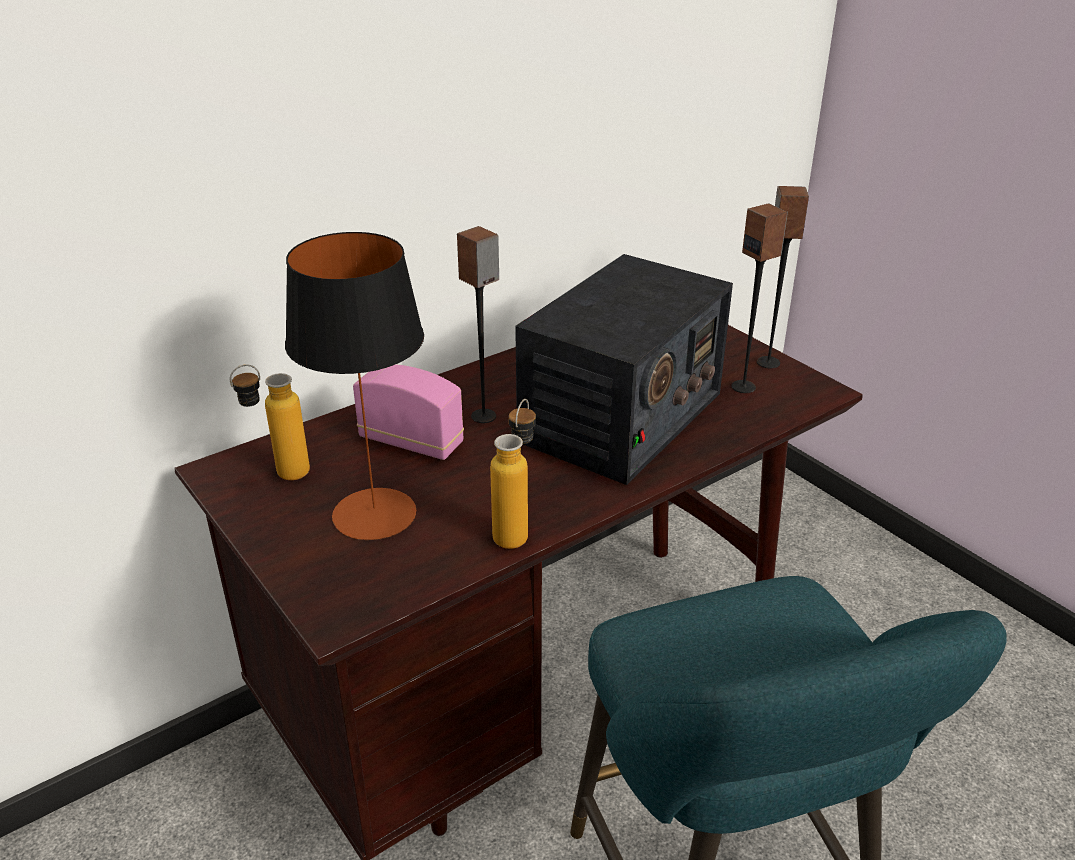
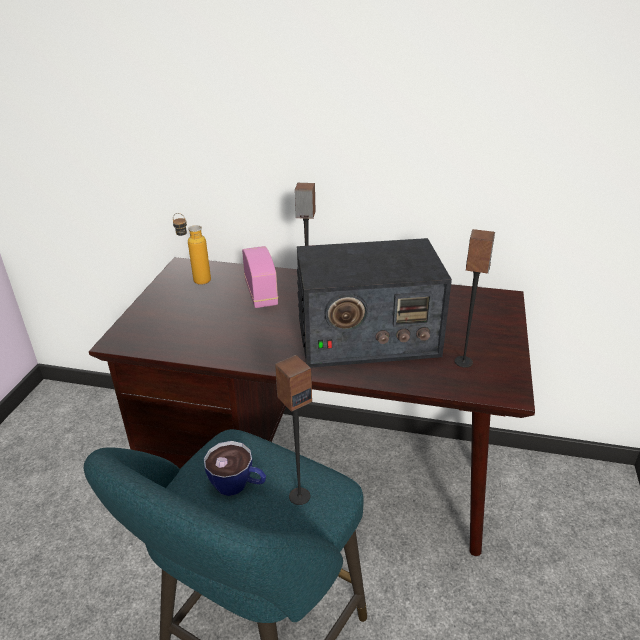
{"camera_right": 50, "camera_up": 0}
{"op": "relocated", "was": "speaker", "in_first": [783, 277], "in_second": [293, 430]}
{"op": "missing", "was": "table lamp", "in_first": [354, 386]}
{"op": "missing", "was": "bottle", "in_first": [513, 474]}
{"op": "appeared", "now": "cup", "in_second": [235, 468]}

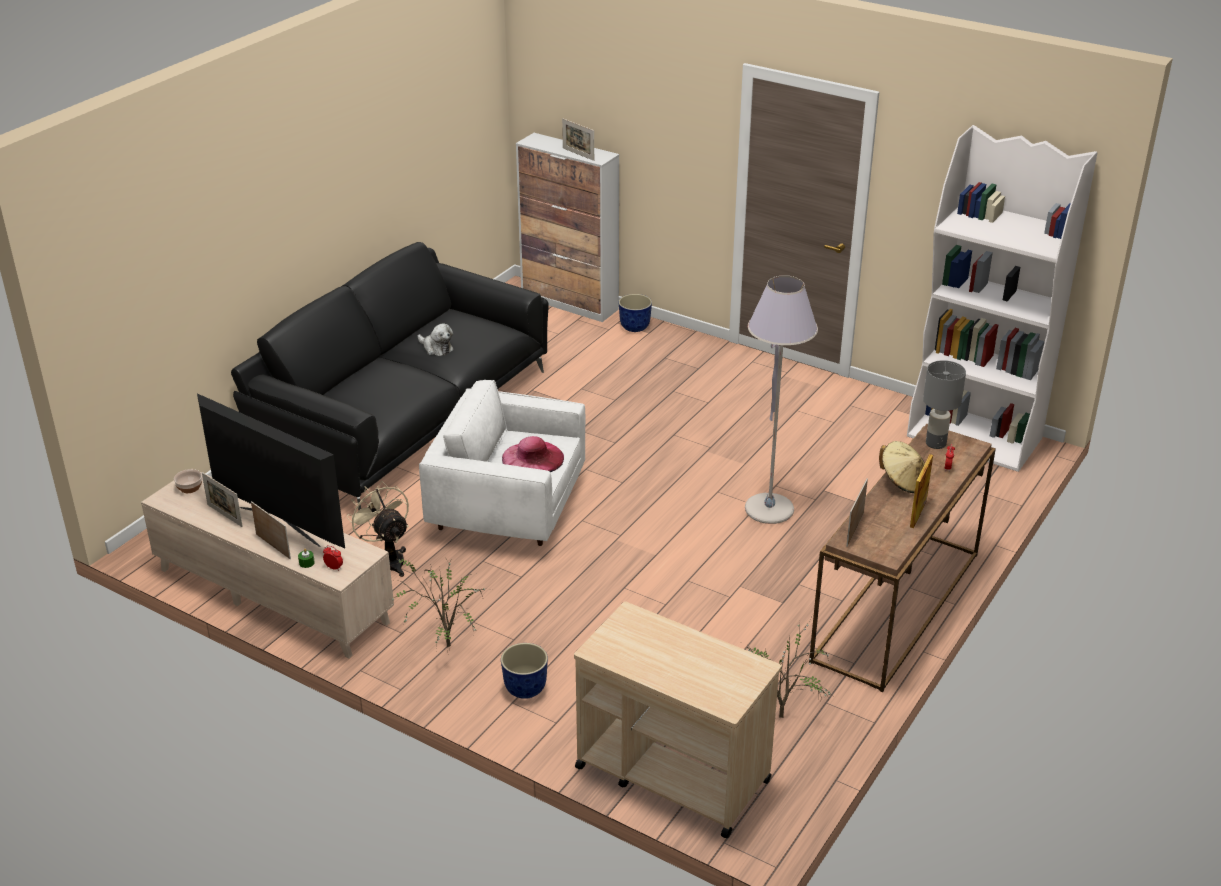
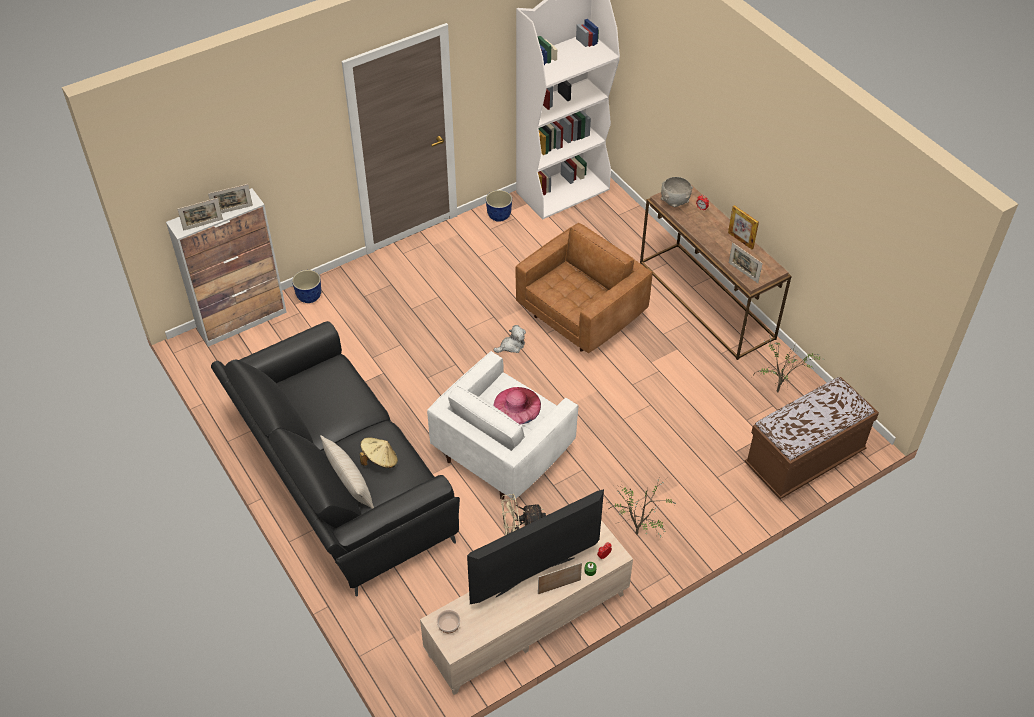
{"camera_right": -65, "camera_up": 15}
{"op": "exchanged", "was": "floor lamp (grey)", "now": "armchair (brown)", "in_first": [781, 399], "in_second": [584, 288]}
{"op": "relocated", "was": "plush toy", "in_first": [435, 339], "in_second": [510, 339]}
{"op": "exchanged", "was": "table lamp (grey)", "now": "bowl (grey)", "in_first": [944, 404], "in_second": [677, 192]}
{"op": "relocated", "was": "hat (beige)", "in_first": [902, 467], "in_second": [379, 452]}
{"op": "relocated", "was": "picture frame", "in_first": [222, 499], "in_second": [200, 214]}
{"op": "exchanged", "was": "cart (beige)", "now": "bench (brown)", "in_first": [678, 719], "in_second": [812, 438]}
{"op": "relocated", "was": "planter", "in_first": [524, 671], "in_second": [499, 206]}
{"op": "appeared", "now": "pillow (beige)", "in_second": [347, 472]}

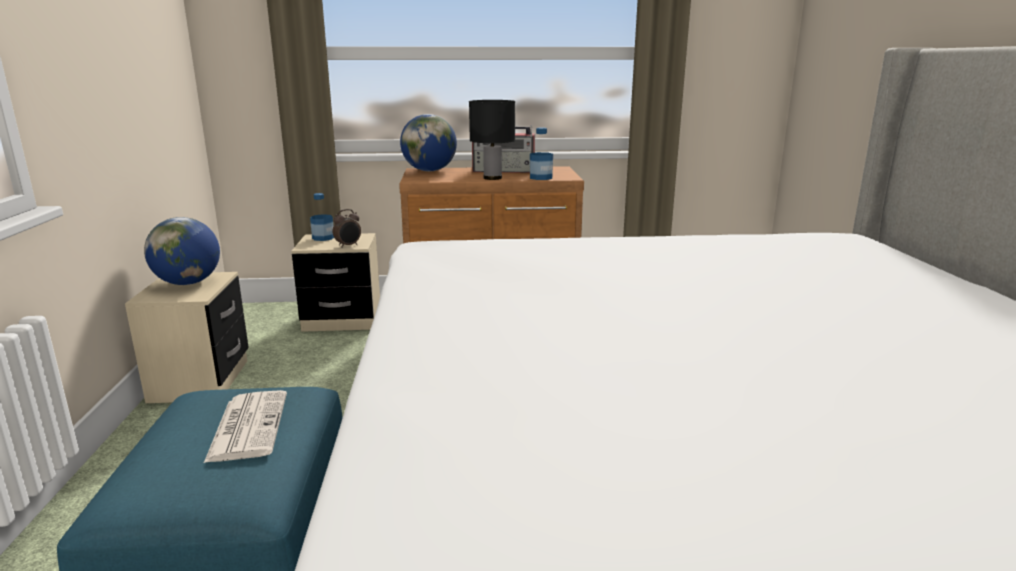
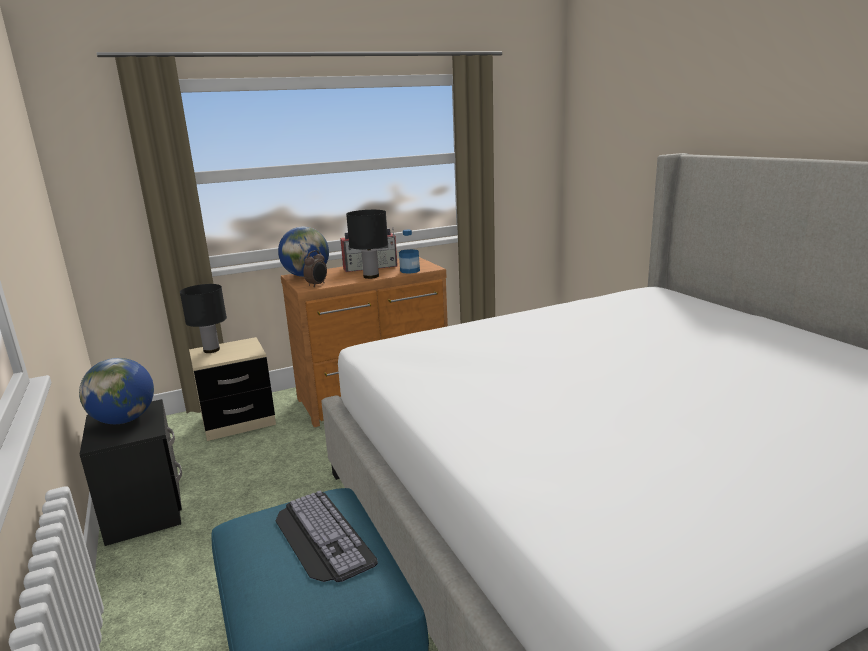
{"camera_right": -20, "camera_up": 0}
{"op": "exchanged", "was": "bottle", "now": "table lamp (black)", "in_first": [322, 217], "in_second": [203, 318]}
{"op": "relocated", "was": "alarm clock", "in_first": [347, 228], "in_second": [315, 268]}
{"op": "colour", "was": "nightstand (beige)", "now": "nightstand (black)", "in_first": [187, 337], "in_second": [131, 472]}
{"op": "exchanged", "was": "newspaper", "now": "keyboard", "in_first": [245, 426], "in_second": [327, 536]}

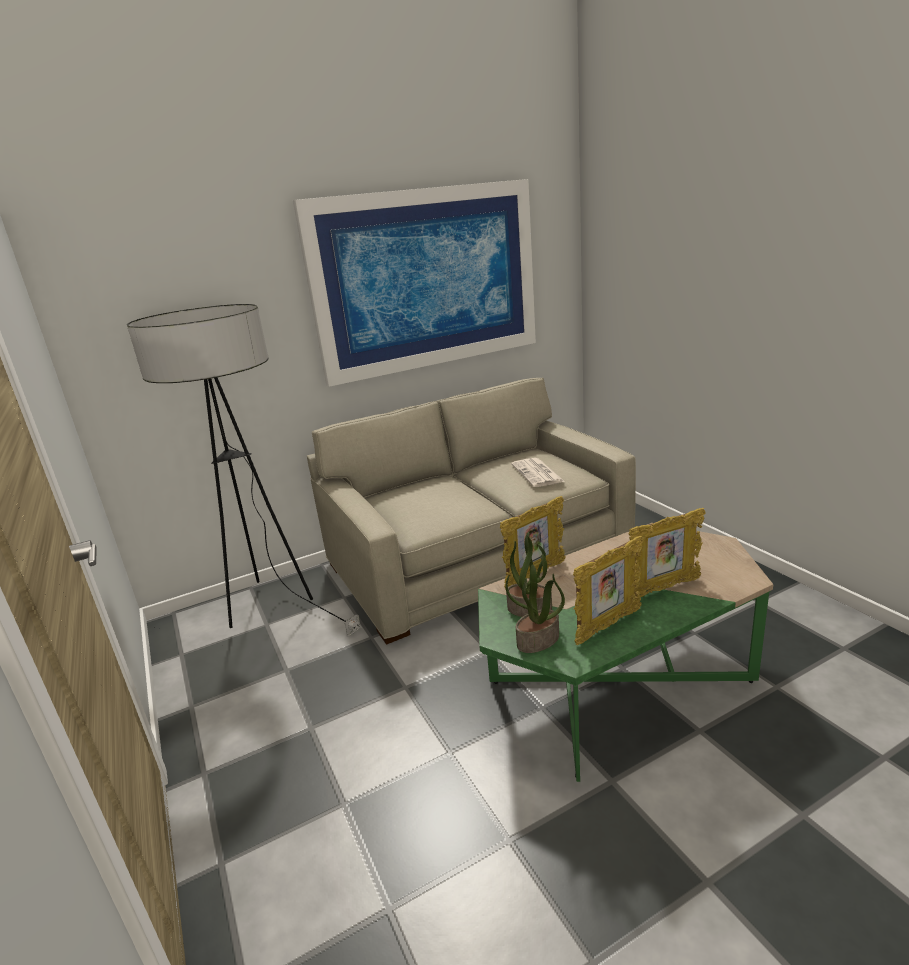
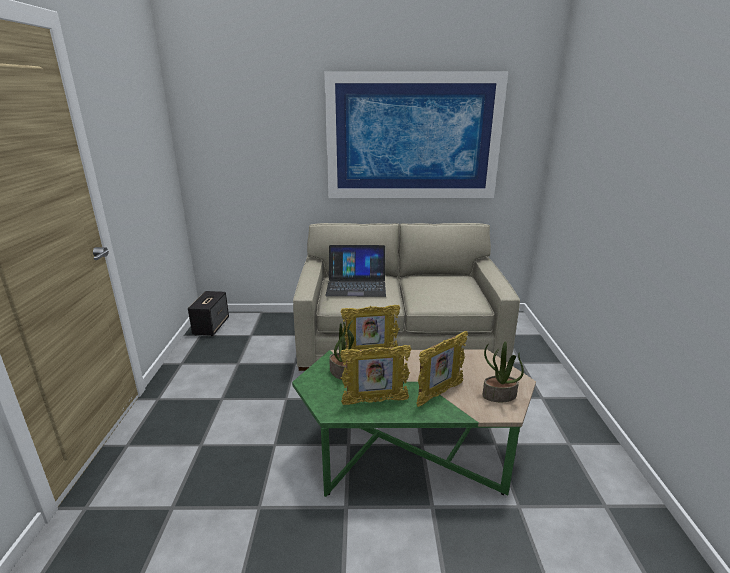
{"camera_right": 25, "camera_up": 0}
{"op": "missing", "was": "floor lamp", "in_first": [244, 470]}
{"op": "missing", "was": "newspaper", "in_first": [538, 472]}
{"op": "spun", "was": "picture frame", "in_first": [667, 553], "in_second": [442, 369], "clockwise": -45}
{"op": "relocated", "was": "potted plant", "in_first": [535, 609], "in_second": [503, 371]}
{"op": "appeared", "now": "laptop", "in_second": [355, 271]}
{"op": "appeared", "now": "speaker", "in_second": [208, 313]}

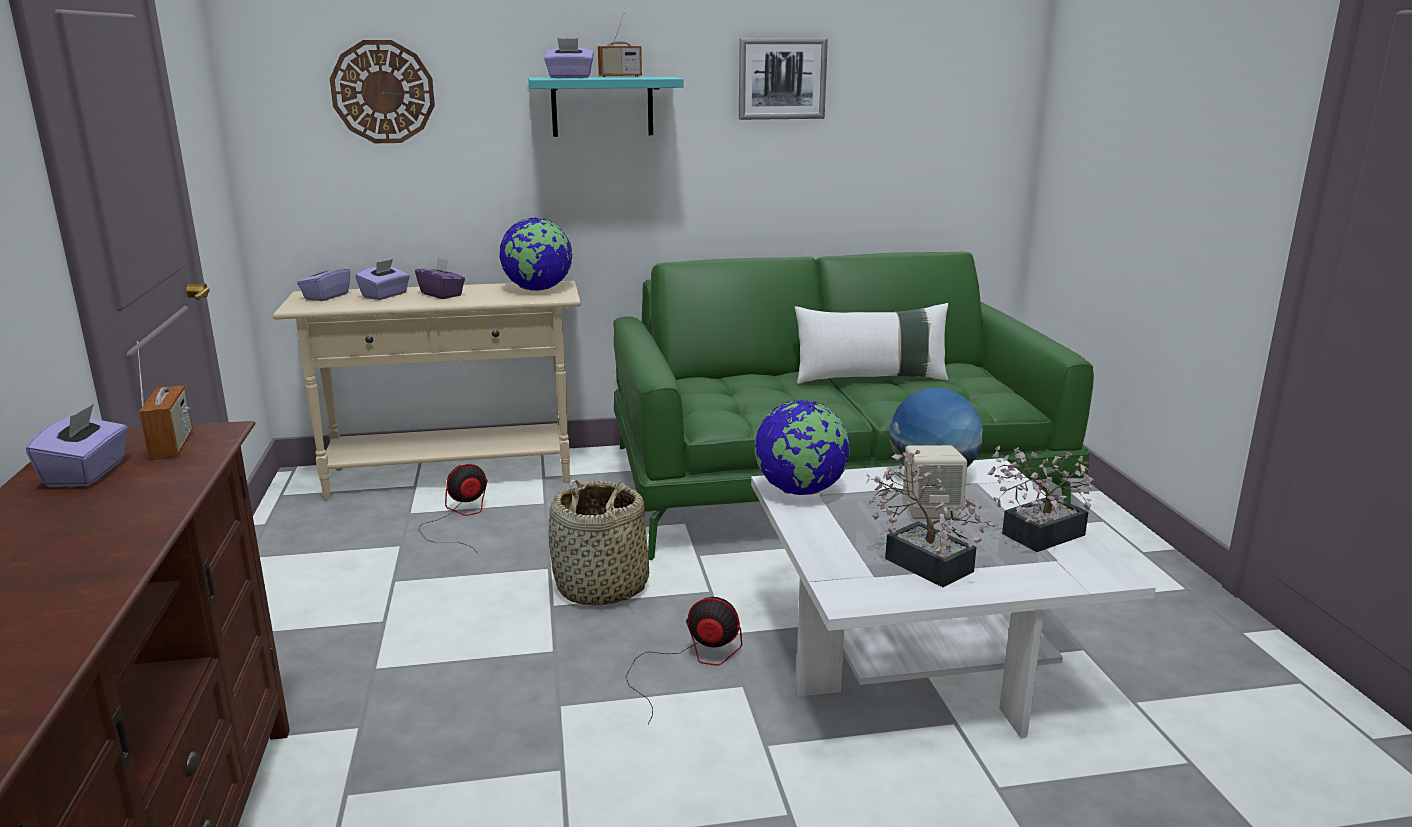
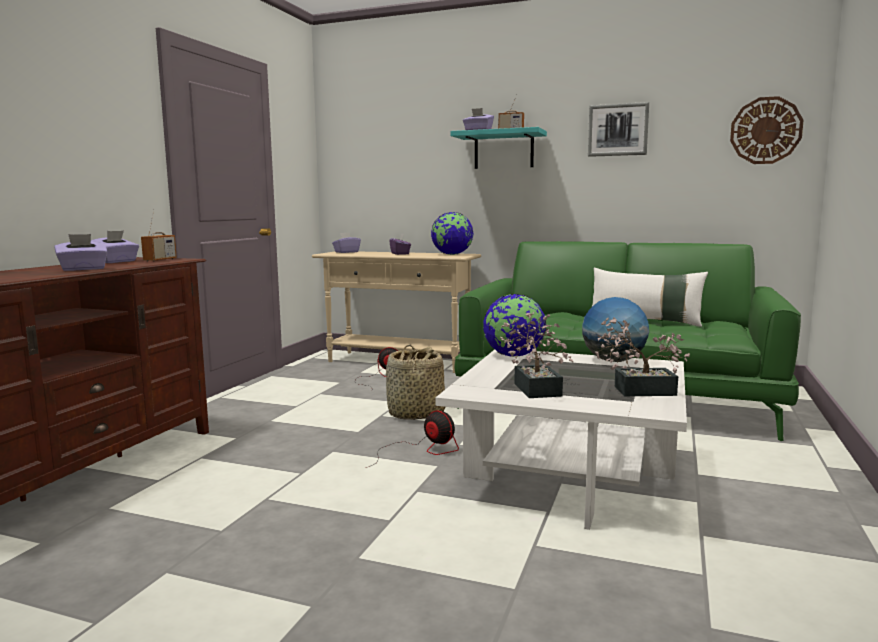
{"camera_right": 30, "camera_up": -10}
{"op": "relocated", "was": "wall clock", "in_first": [382, 91], "in_second": [767, 130]}
{"op": "relocated", "was": "tissue box (purple)", "in_first": [382, 279], "in_second": [81, 252]}
{"op": "missing", "was": "speaker (beige)", "in_first": [935, 482]}

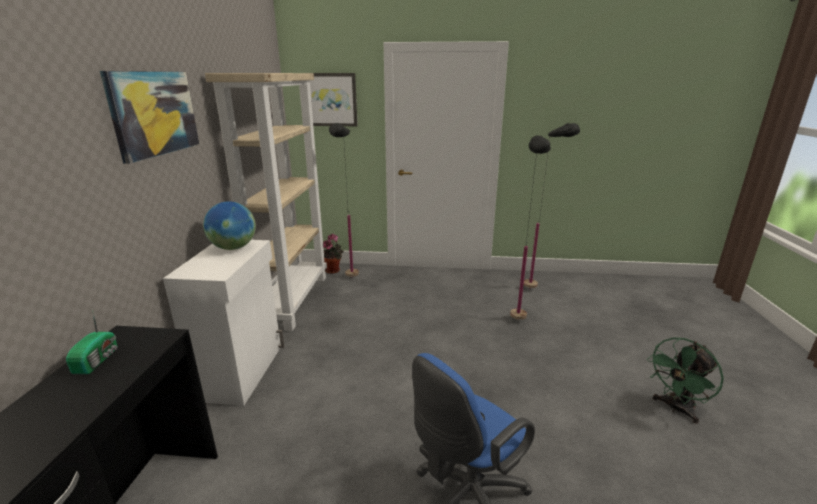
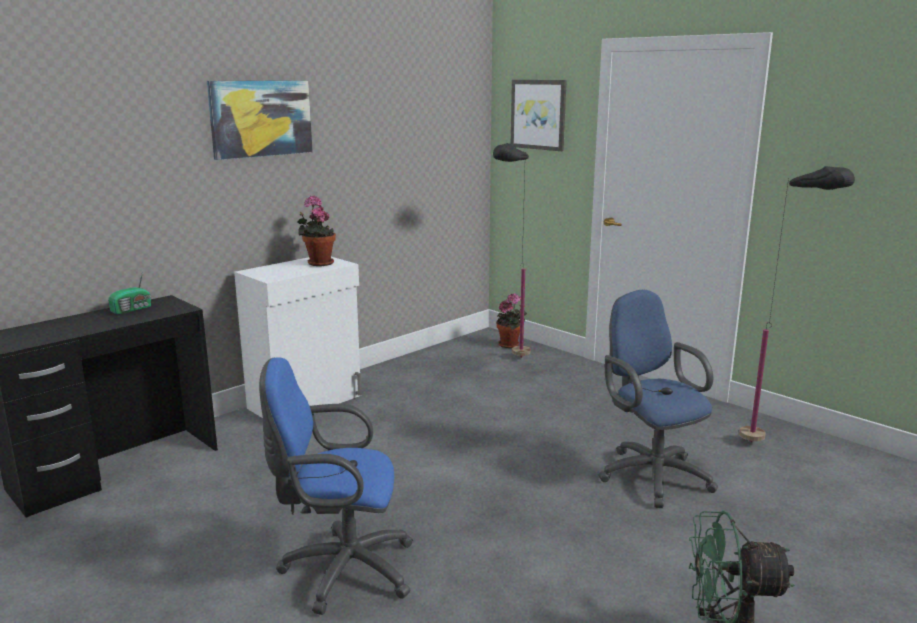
{"camera_right": 40, "camera_up": -5}
{"op": "missing", "was": "bookcase (beige)", "in_first": [266, 202]}
{"op": "exchanged", "was": "floor lamp (black)", "now": "office chair (blue)", "in_first": [530, 227], "in_second": [658, 399]}
{"op": "exchanged", "was": "globe", "now": "potted plant", "in_first": [229, 225], "in_second": [317, 230]}

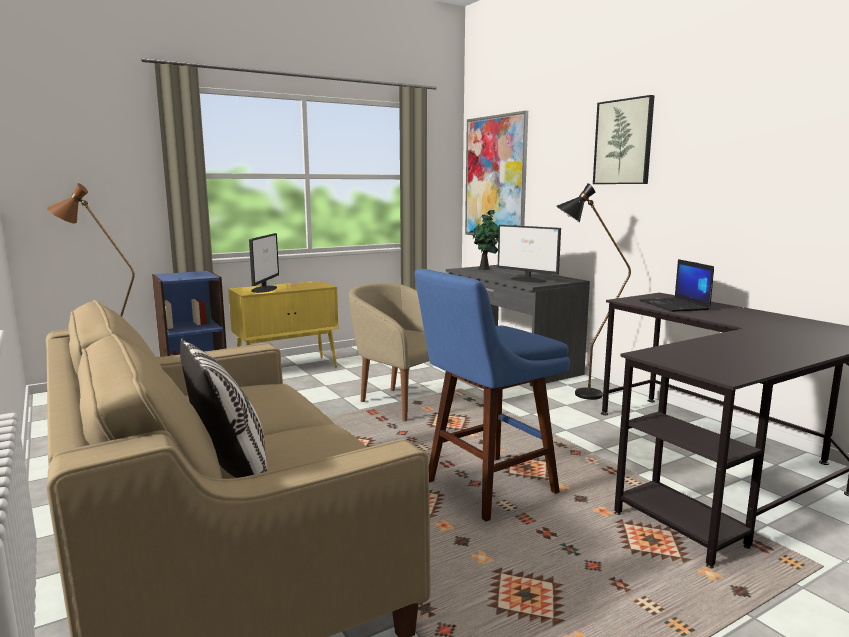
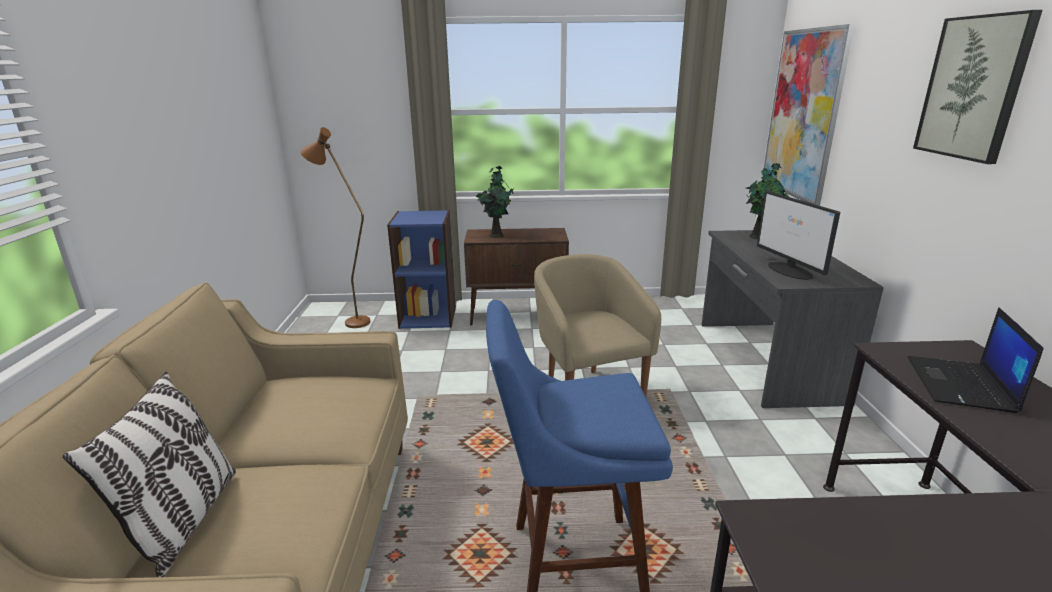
{"camera_right": 30, "camera_up": 10}
{"op": "missing", "was": "floor lamp (black)", "in_first": [593, 291]}
{"op": "exchanged", "was": "monitor", "now": "potted plant", "in_first": [264, 263], "in_second": [494, 202]}
{"op": "colour", "was": "cabinet (yellow)", "now": "cabinet (brown)", "in_first": [283, 324], "in_second": [516, 277]}

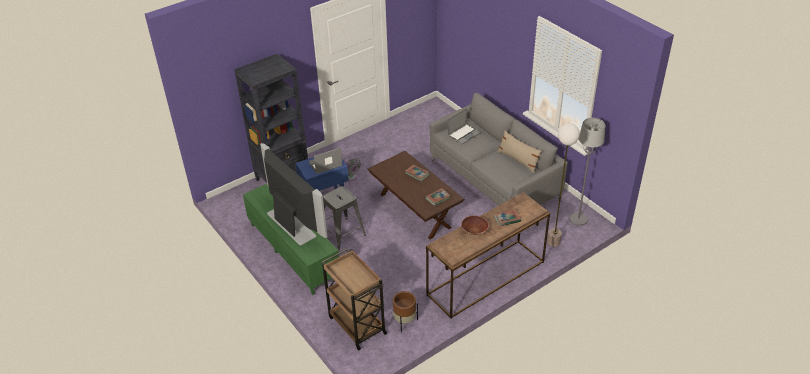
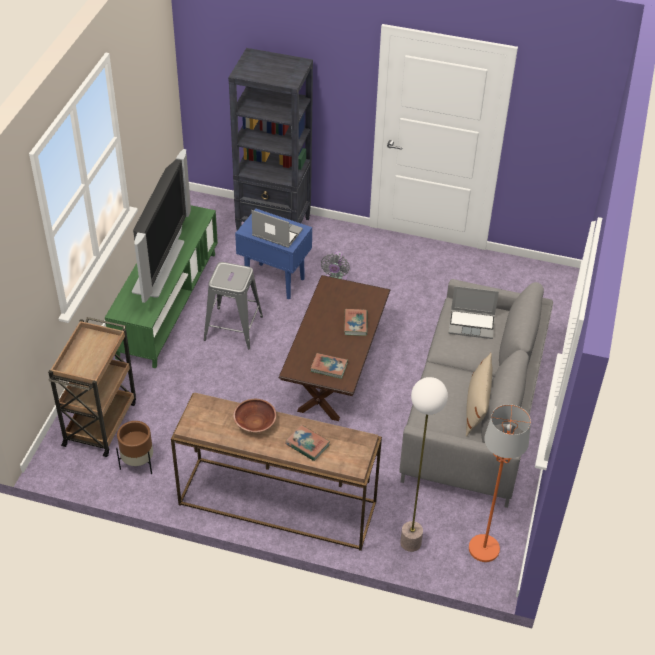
{"camera_right": 50, "camera_up": 5}
{"op": "colour", "was": "floor lamp (grey)", "now": "floor lamp (orange)", "in_first": [587, 172], "in_second": [500, 483]}

